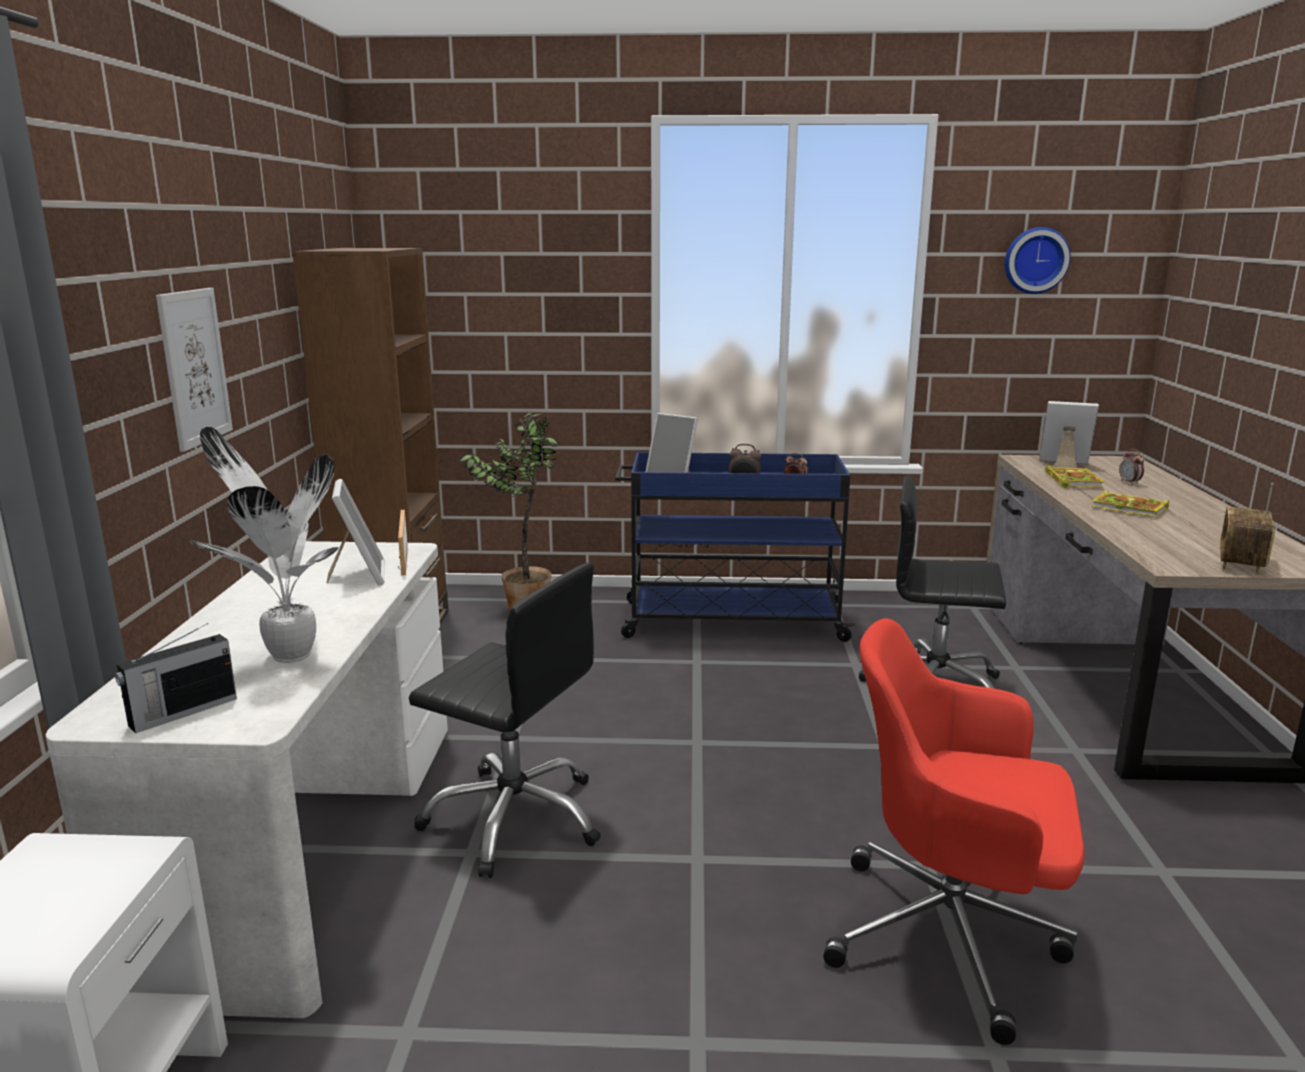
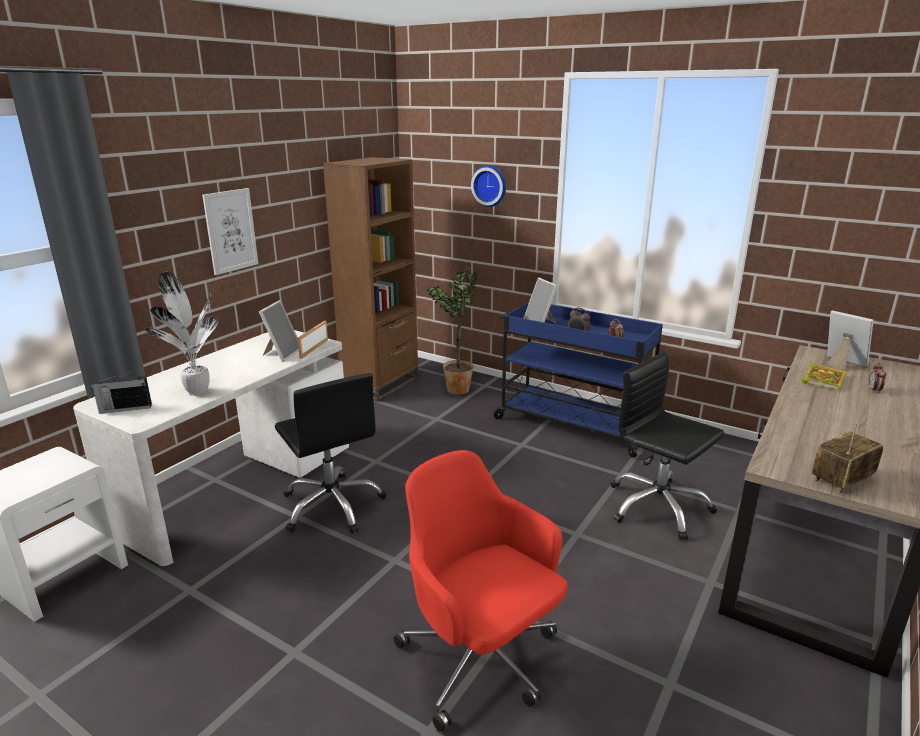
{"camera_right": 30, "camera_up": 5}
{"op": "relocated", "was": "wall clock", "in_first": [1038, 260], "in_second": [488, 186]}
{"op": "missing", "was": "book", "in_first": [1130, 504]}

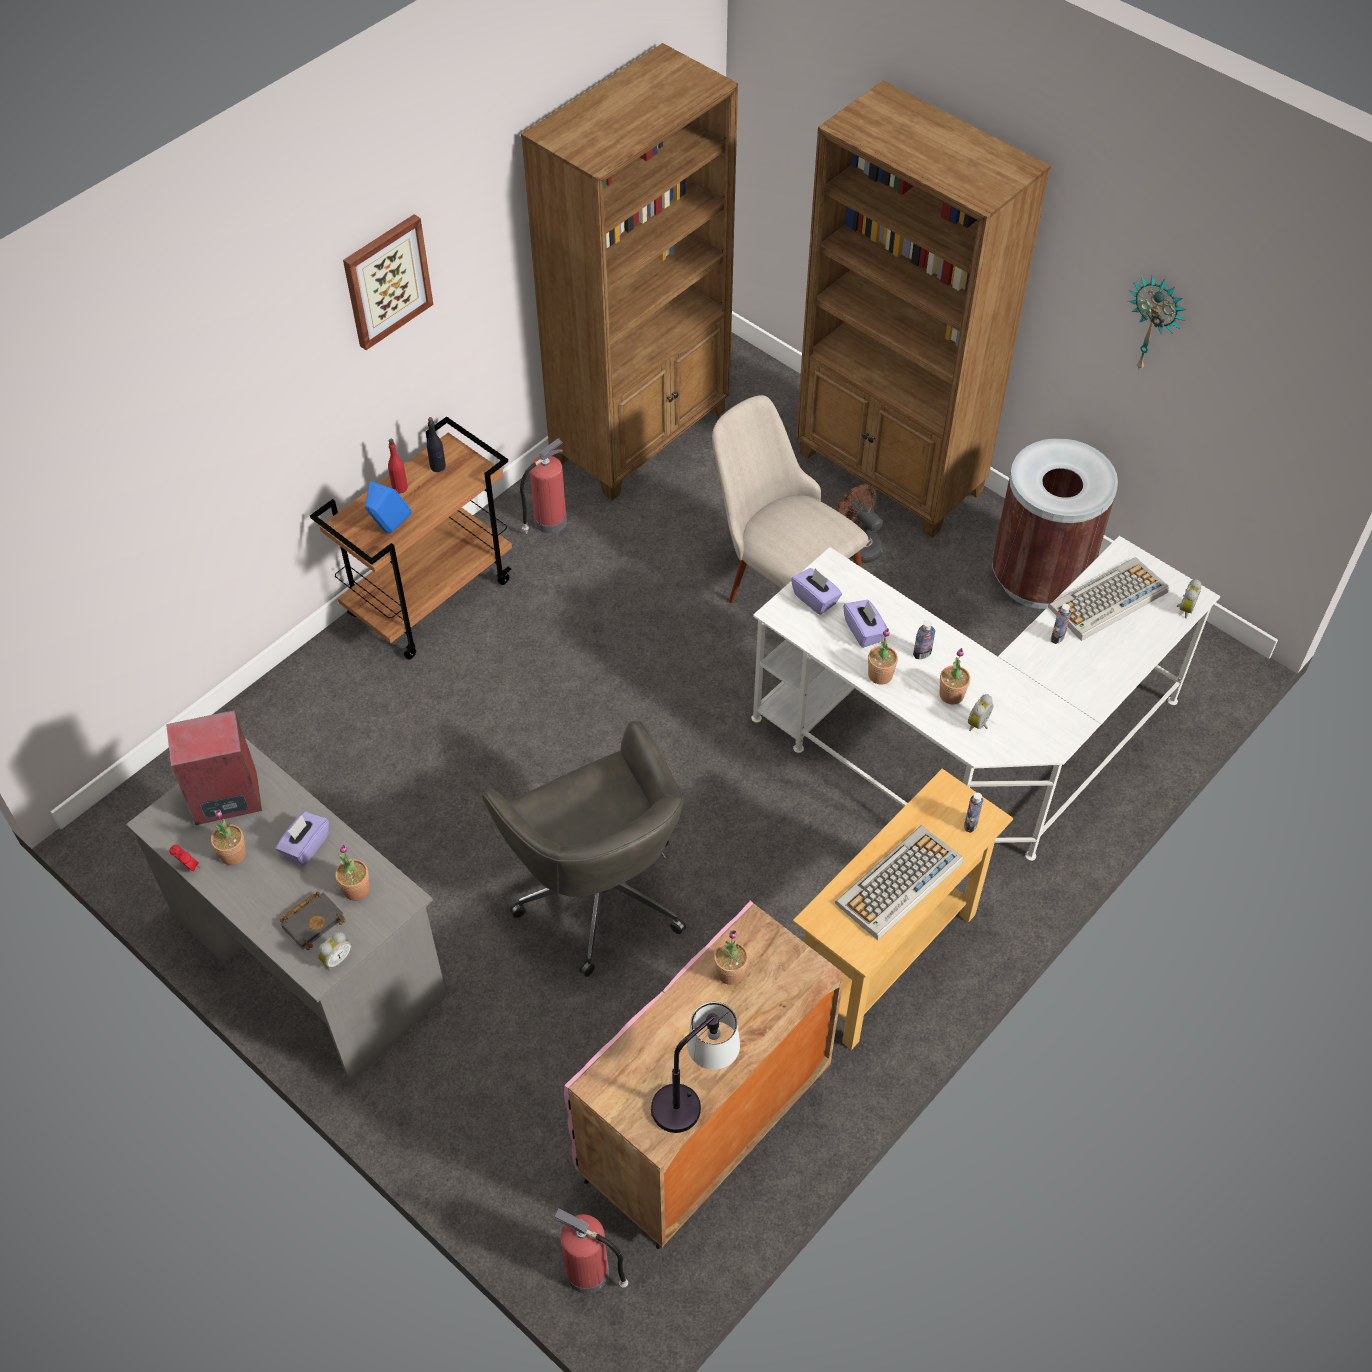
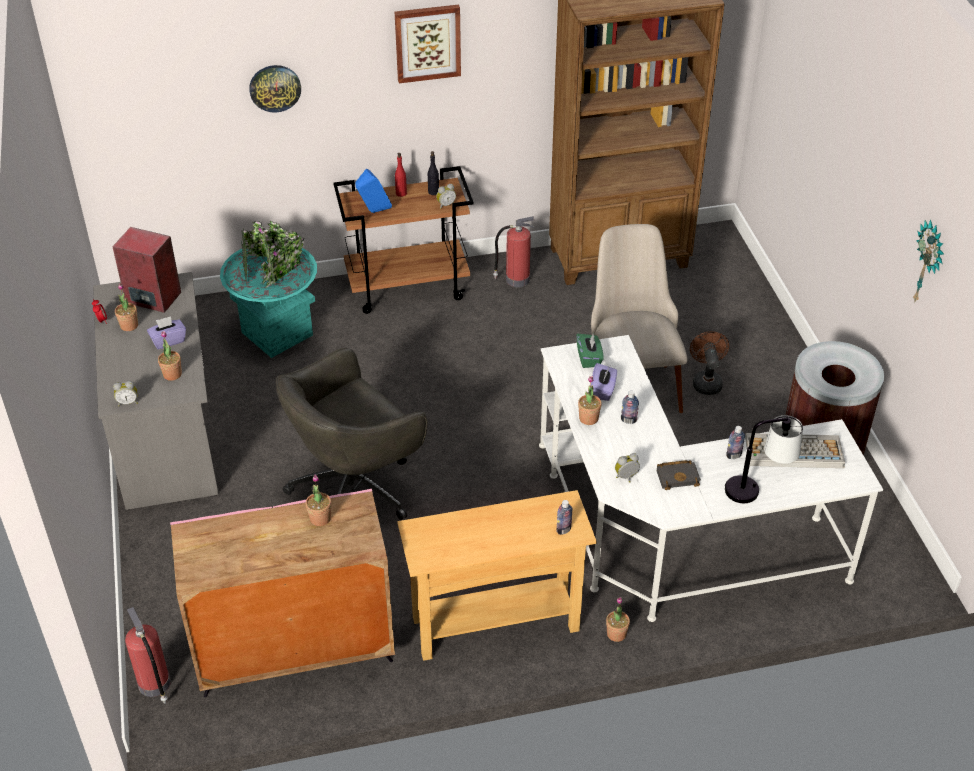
{"camera_right": 35, "camera_up": -10}
{"op": "missing", "was": "bookcase (brown)", "in_first": [923, 308]}
{"op": "colour", "was": "tissue box (purple)", "now": "tissue box (green)", "in_first": [816, 591], "in_second": [590, 350]}
{"op": "relocated", "was": "alarm clock", "in_first": [1189, 599], "in_second": [446, 196]}
{"op": "relocated", "was": "potted plant", "in_first": [954, 676], "in_second": [618, 619]}
{"op": "spun", "was": "office chair (grey)", "in_first": [584, 849], "in_second": [352, 434], "clockwise": 45}
{"op": "missing", "was": "keyboard", "in_first": [899, 883]}
{"op": "relocated", "was": "book (black)", "in_first": [313, 920], "in_second": [679, 475]}
{"op": "relocated", "was": "table lamp", "in_first": [695, 1067], "in_second": [764, 459]}
{"op": "appeared", "now": "wall clock", "in_second": [275, 89]}
{"op": "appeared", "now": "planter (turquoise)", "in_second": [268, 289]}

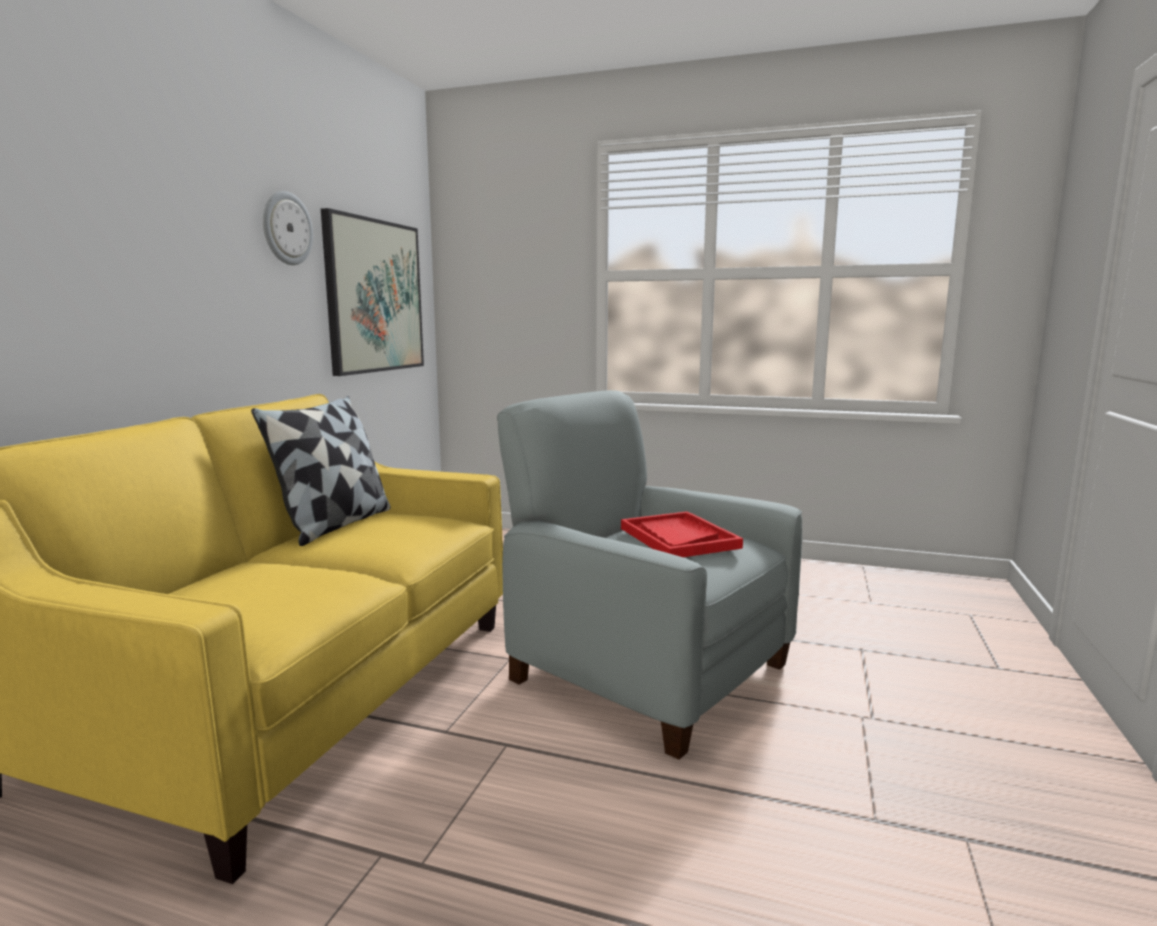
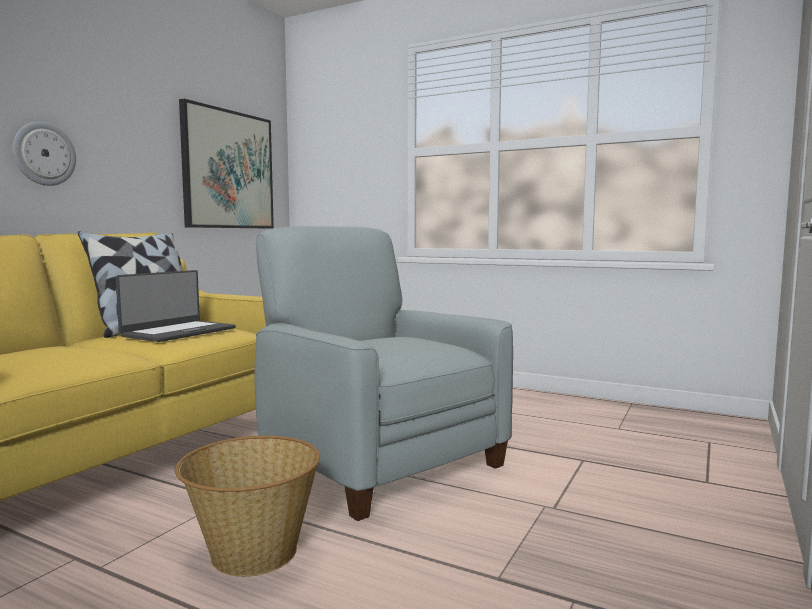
{"camera_right": 10, "camera_up": -5}
{"op": "relocated", "was": "wall clock", "in_first": [288, 228], "in_second": [44, 153]}
{"op": "missing", "was": "tray (red)", "in_first": [682, 534]}
{"op": "appeared", "now": "laptop", "in_second": [175, 306]}
{"op": "appeared", "now": "basket", "in_second": [247, 506]}

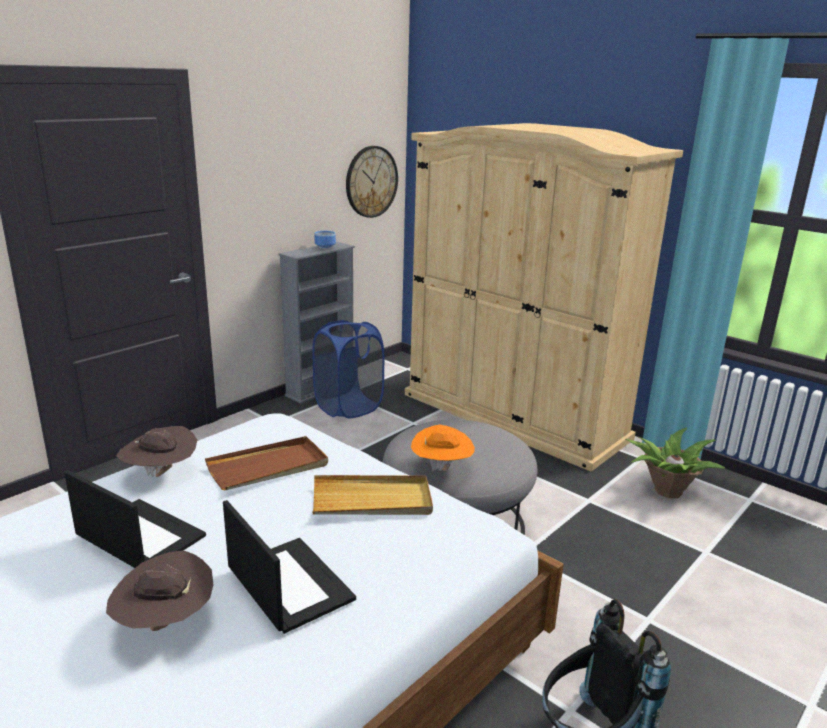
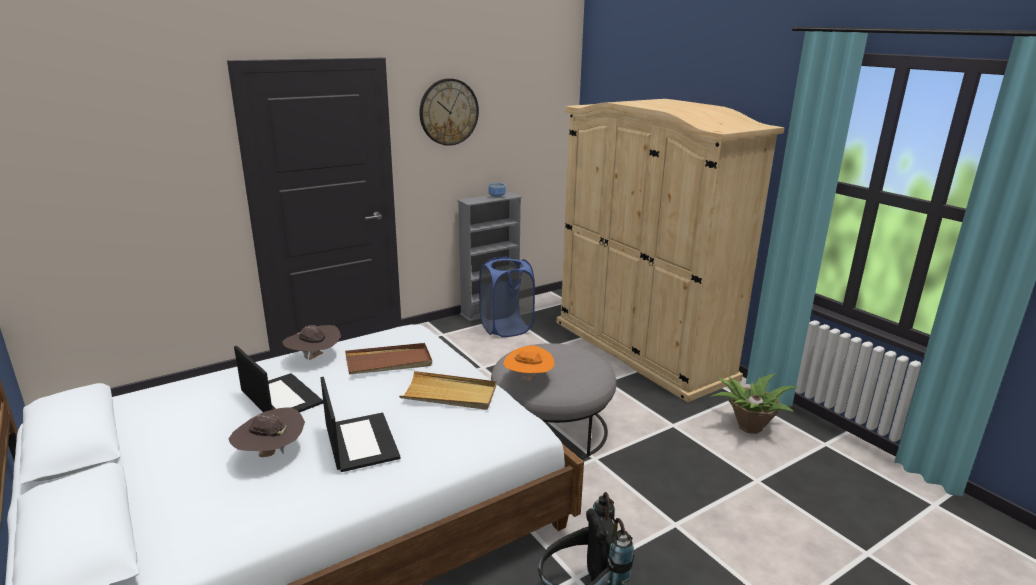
{"camera_right": 15, "camera_up": 0}
{"op": "relocated", "was": "wall clock", "in_first": [372, 182], "in_second": [449, 112]}

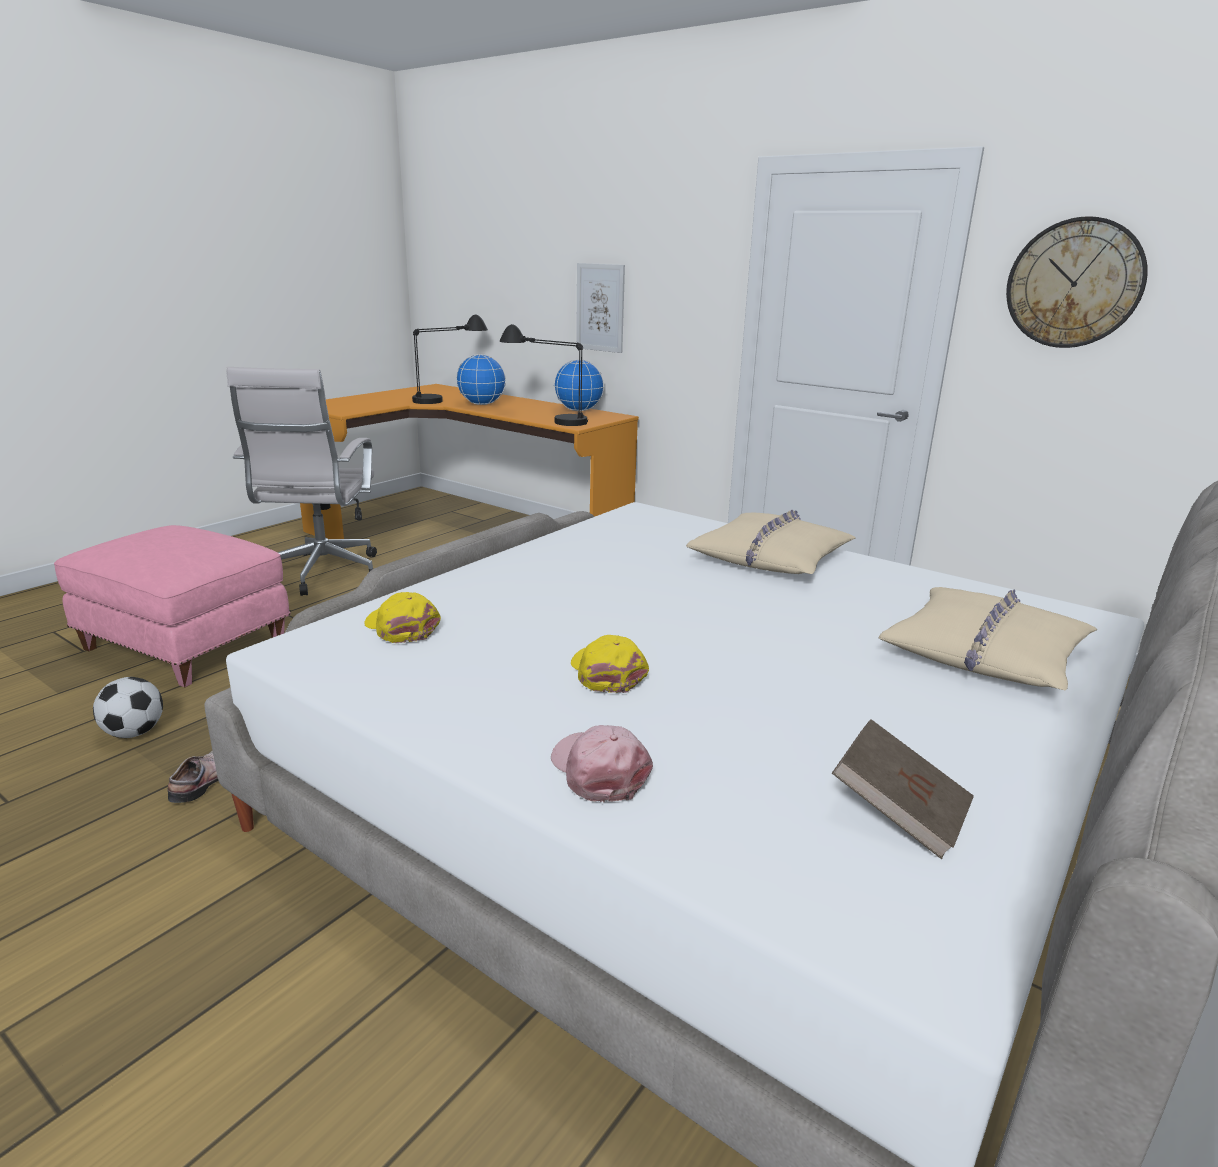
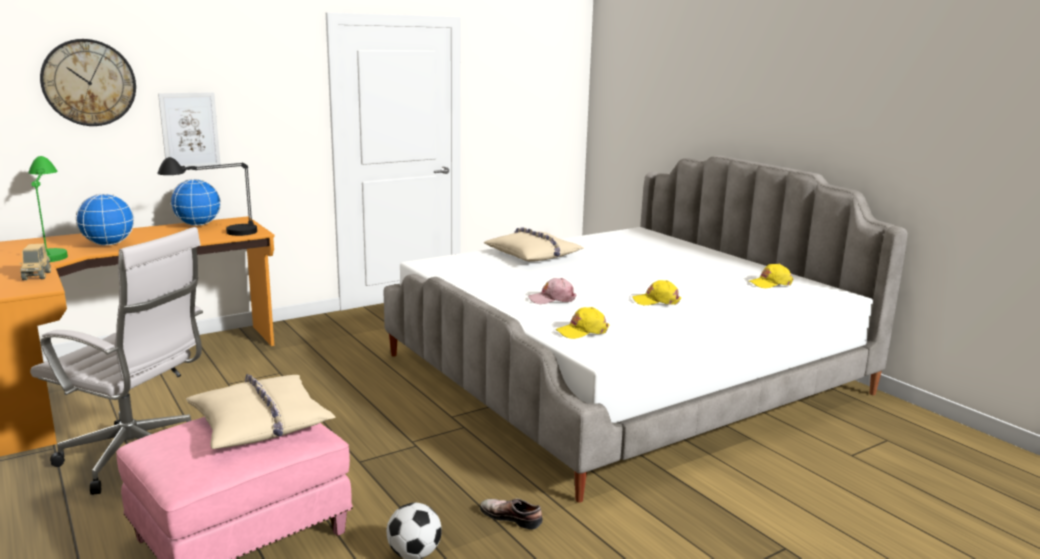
{"camera_right": -70, "camera_up": -5}
{"op": "relocated", "was": "wall clock", "in_first": [1077, 282], "in_second": [88, 82]}
{"op": "colour", "was": "table lamp (black)", "now": "table lamp (green)", "in_first": [450, 359], "in_second": [48, 209]}
{"op": "relocated", "was": "pillow (beige)", "in_first": [987, 638], "in_second": [260, 411]}
{"op": "exchanged", "was": "book (brown)", "now": "cap (yellow)", "in_first": [903, 789], "in_second": [771, 276]}
{"op": "relocated", "was": "cap (pink)", "in_first": [602, 763], "in_second": [552, 291]}
{"op": "appeared", "now": "toy truck", "in_second": [35, 262]}

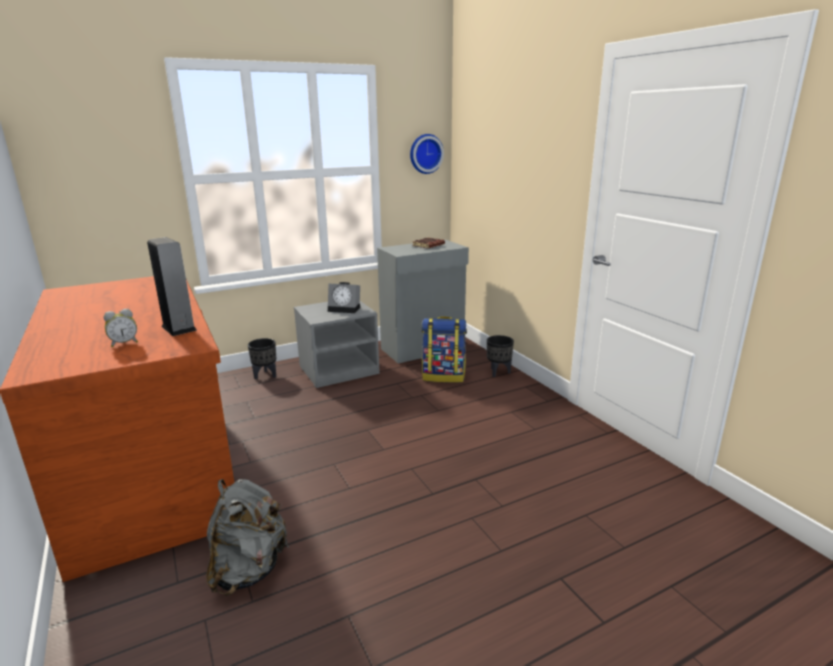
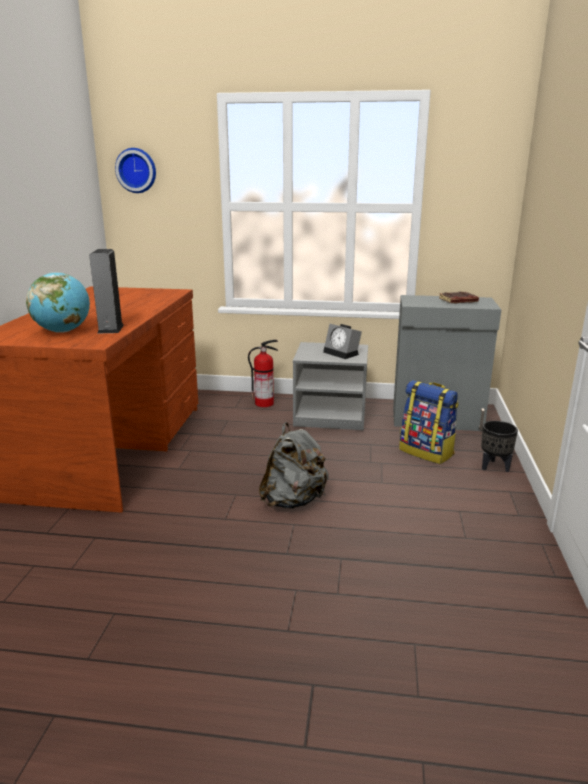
{"camera_right": 35, "camera_up": 0}
{"op": "relocated", "was": "wall clock", "in_first": [427, 154], "in_second": [135, 170]}
{"op": "exchanged", "was": "alarm clock", "now": "globe", "in_first": [121, 328], "in_second": [58, 302]}
{"op": "exchanged", "was": "planter (black)", "now": "fire extinguisher", "in_first": [262, 359], "in_second": [263, 373]}
{"op": "relocated", "was": "backpack (grey)", "in_first": [247, 537], "in_second": [294, 465]}

